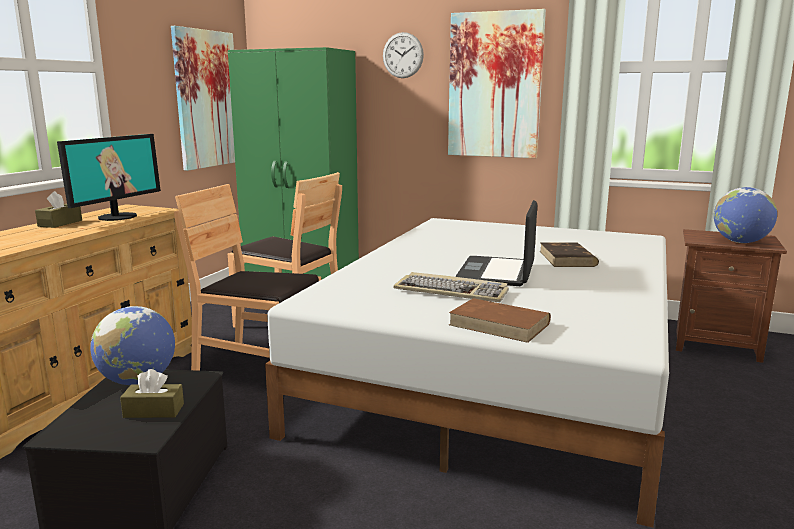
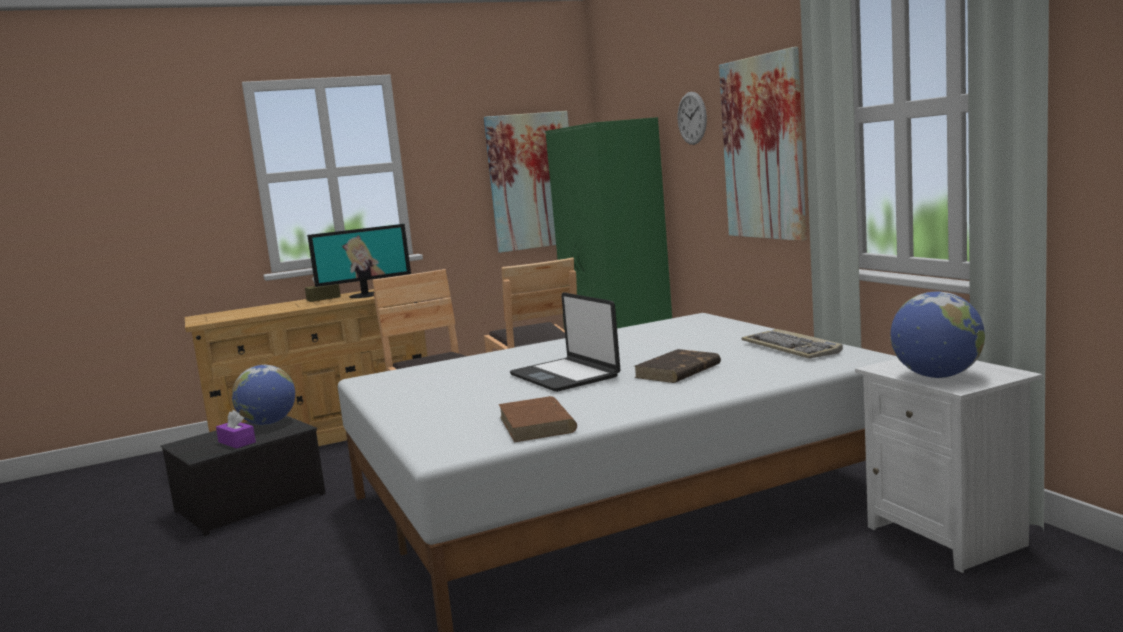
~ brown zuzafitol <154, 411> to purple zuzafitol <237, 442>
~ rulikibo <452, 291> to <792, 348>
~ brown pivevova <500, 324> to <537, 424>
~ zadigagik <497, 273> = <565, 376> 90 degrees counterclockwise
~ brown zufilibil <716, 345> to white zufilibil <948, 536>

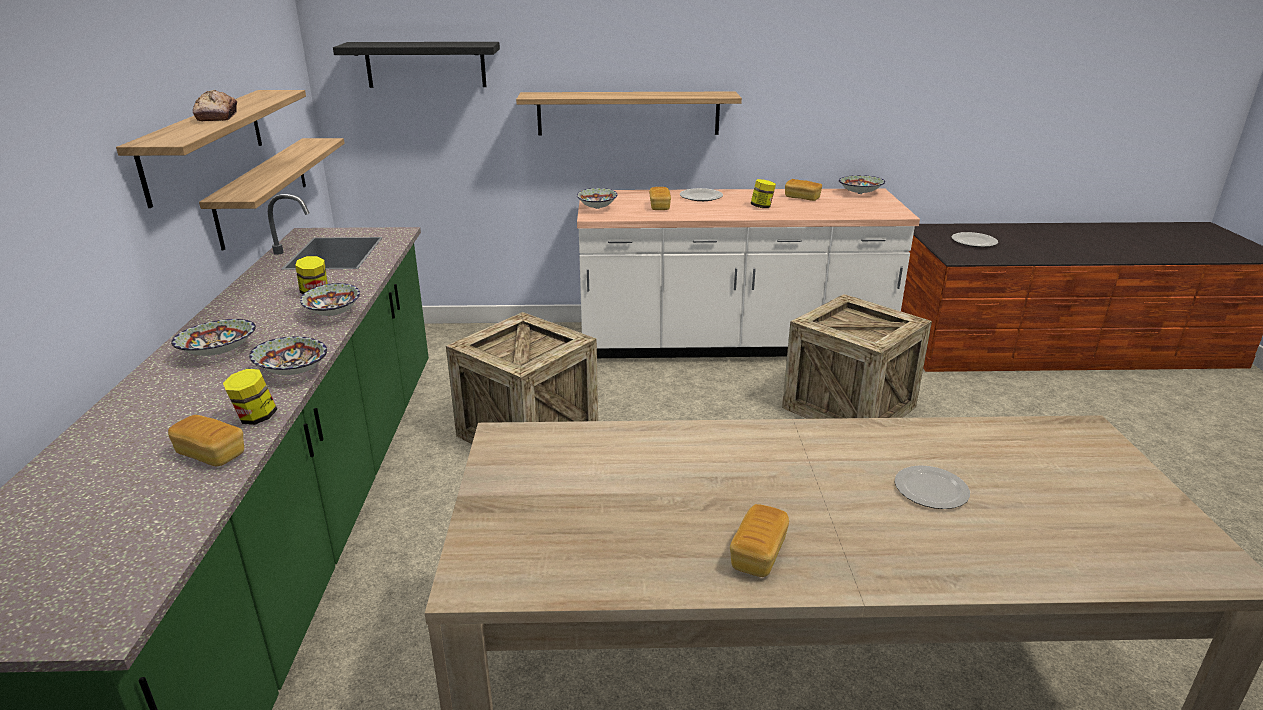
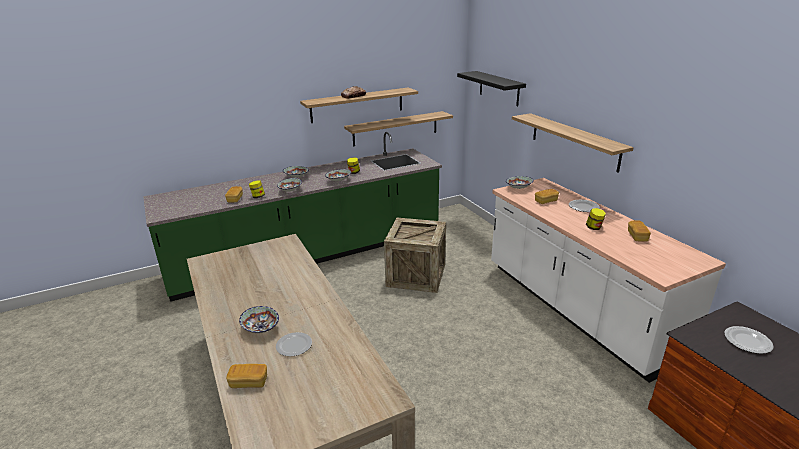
~ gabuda <758, 554> to <249, 382>
- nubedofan <849, 407>
~ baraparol <859, 193> to <261, 328>

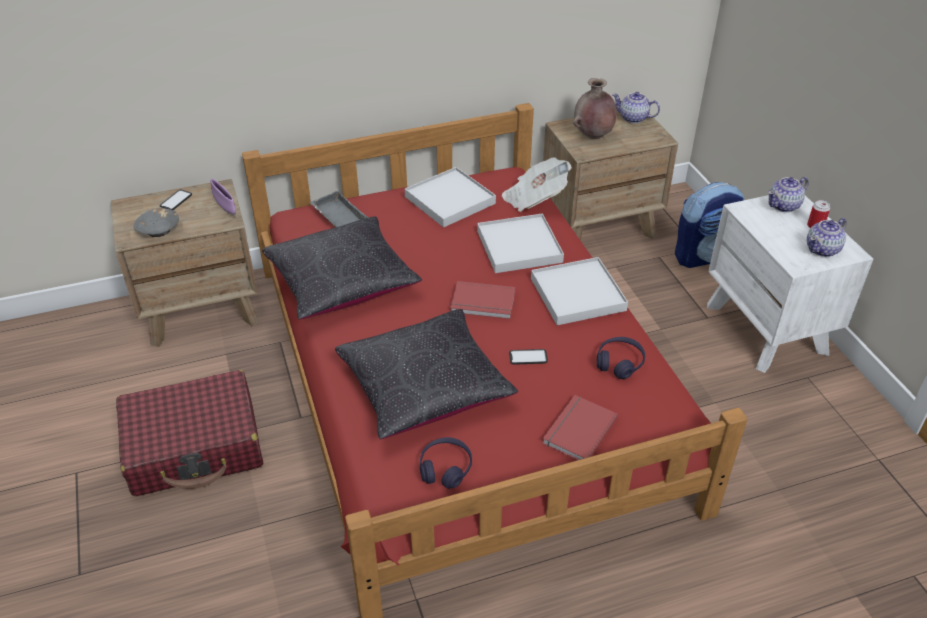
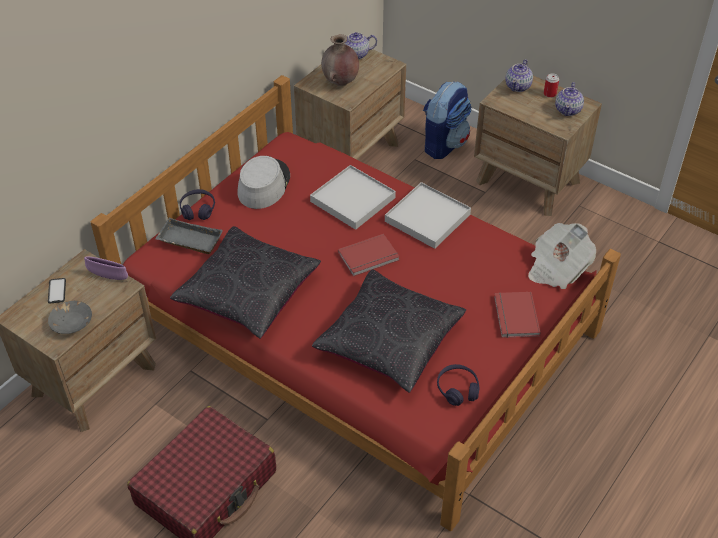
~ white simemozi <449, 200> to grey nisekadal <263, 185>
~ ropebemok <534, 198> to <557, 268>
- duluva <528, 357>
~ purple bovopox <619, 363> to <198, 209>
~ white zufilibil <767, 329> to brown zufilibil <528, 182>

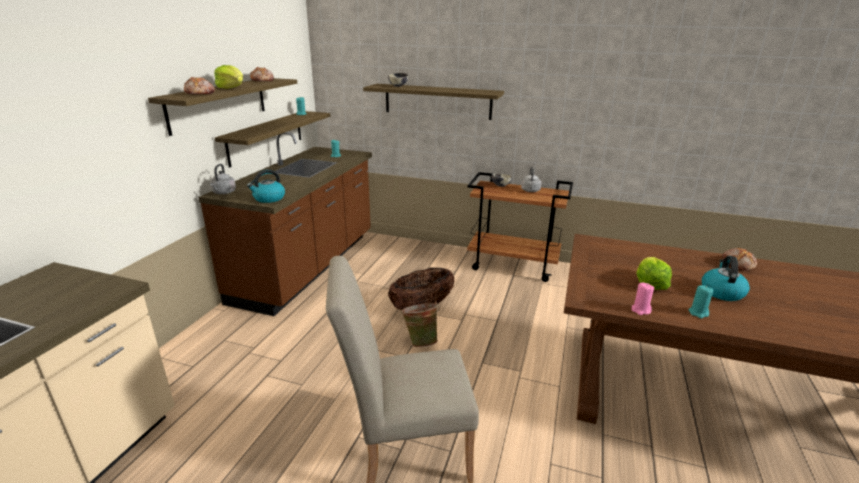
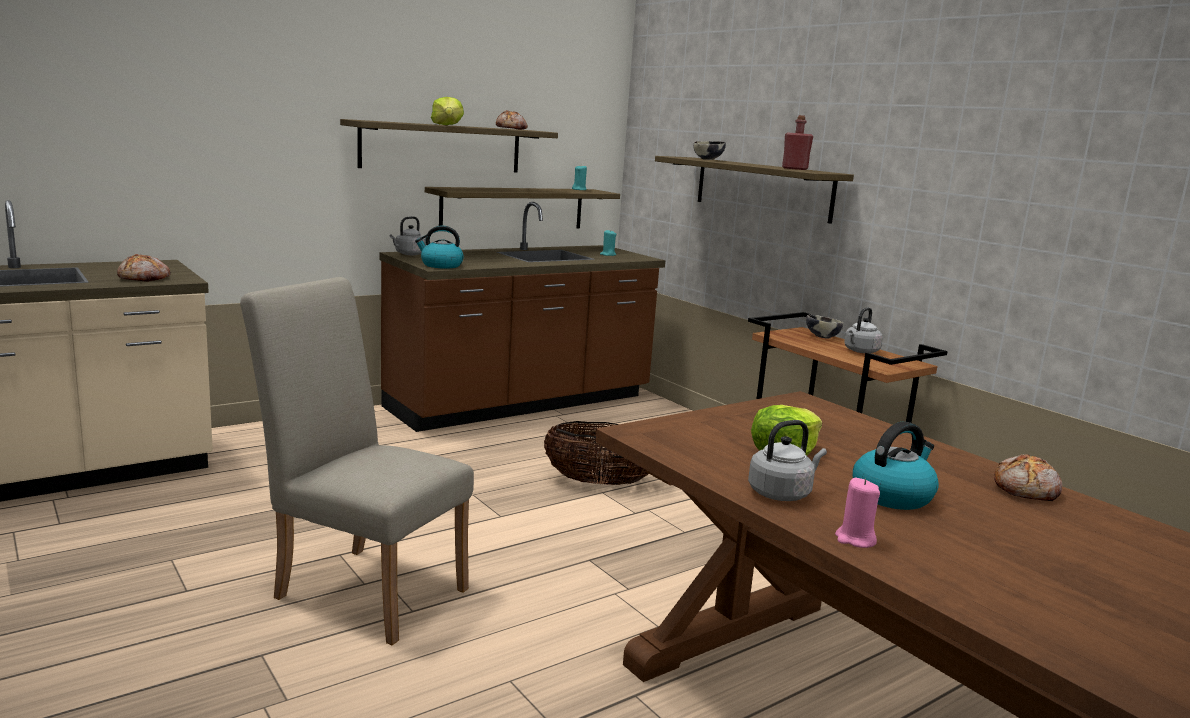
~ gabuda <200, 93> to <145, 278>
- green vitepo <421, 341>
~ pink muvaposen <640, 310> to <855, 539>
~ turquoise muvaposen <698, 313> to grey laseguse <782, 493>
+ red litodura <794, 169>

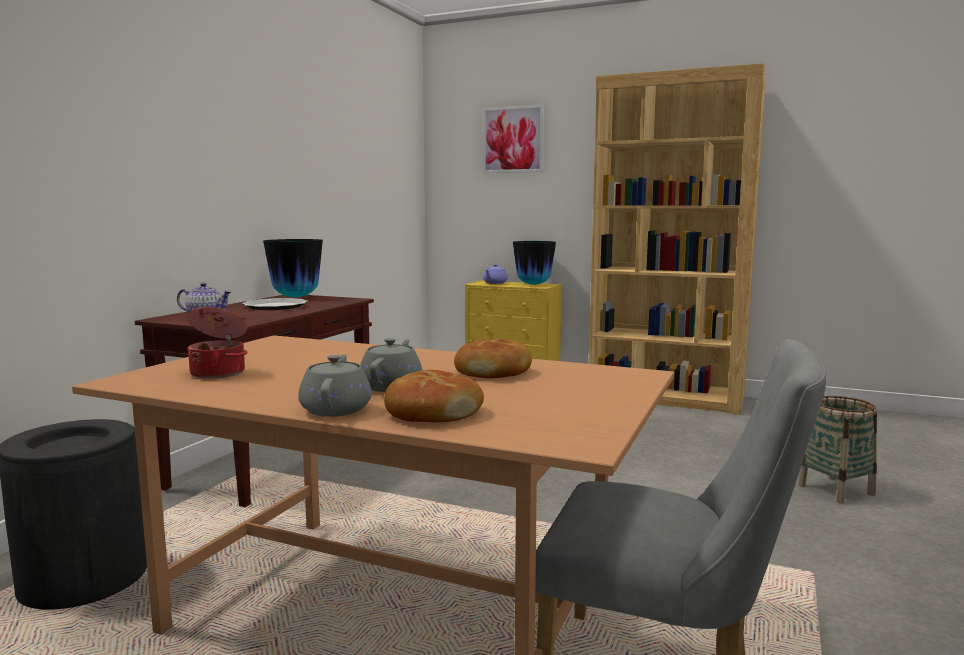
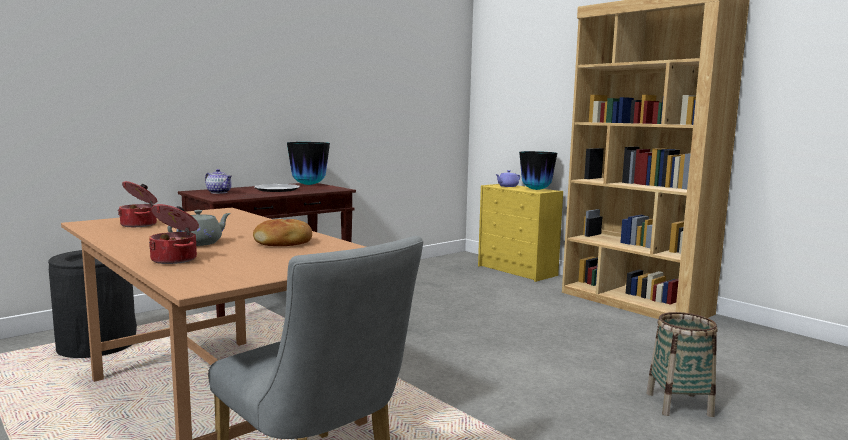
- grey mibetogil <336, 409>
~ gabuda <432, 413> to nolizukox <175, 259>
- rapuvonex <513, 139>

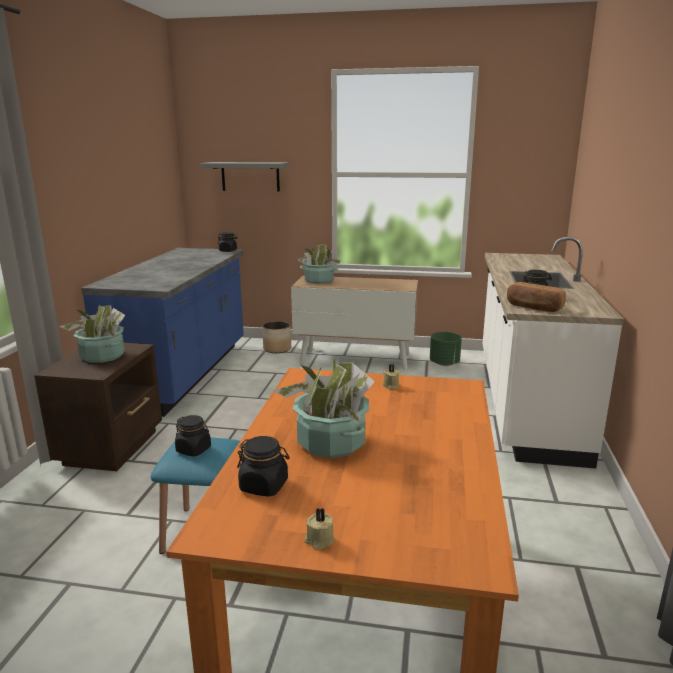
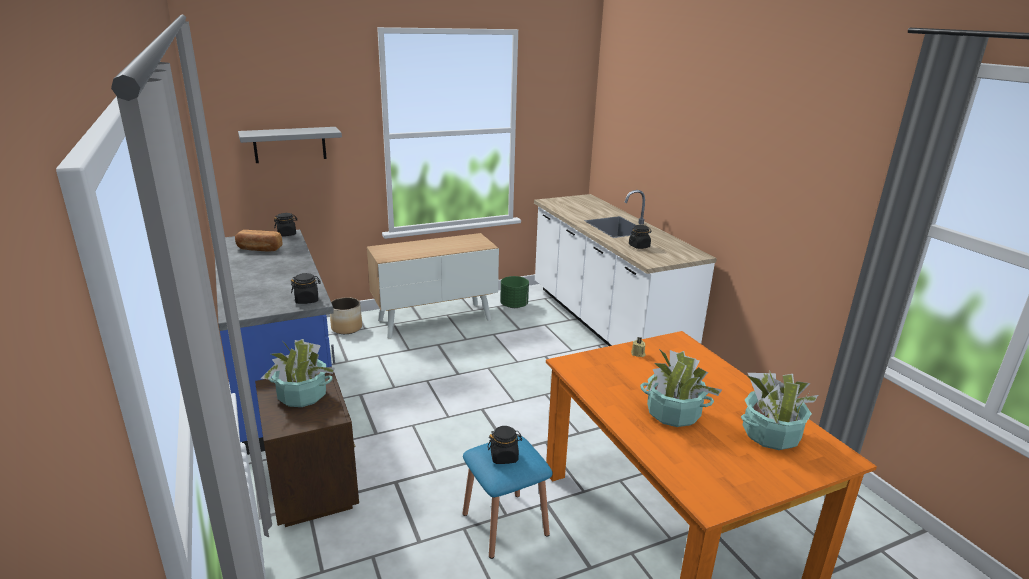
~ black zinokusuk <264, 486> to <307, 300>
~ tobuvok <319, 280> to <770, 435>
- beige muvaposen <319, 540>
~ gabuda <533, 307> to <259, 249>

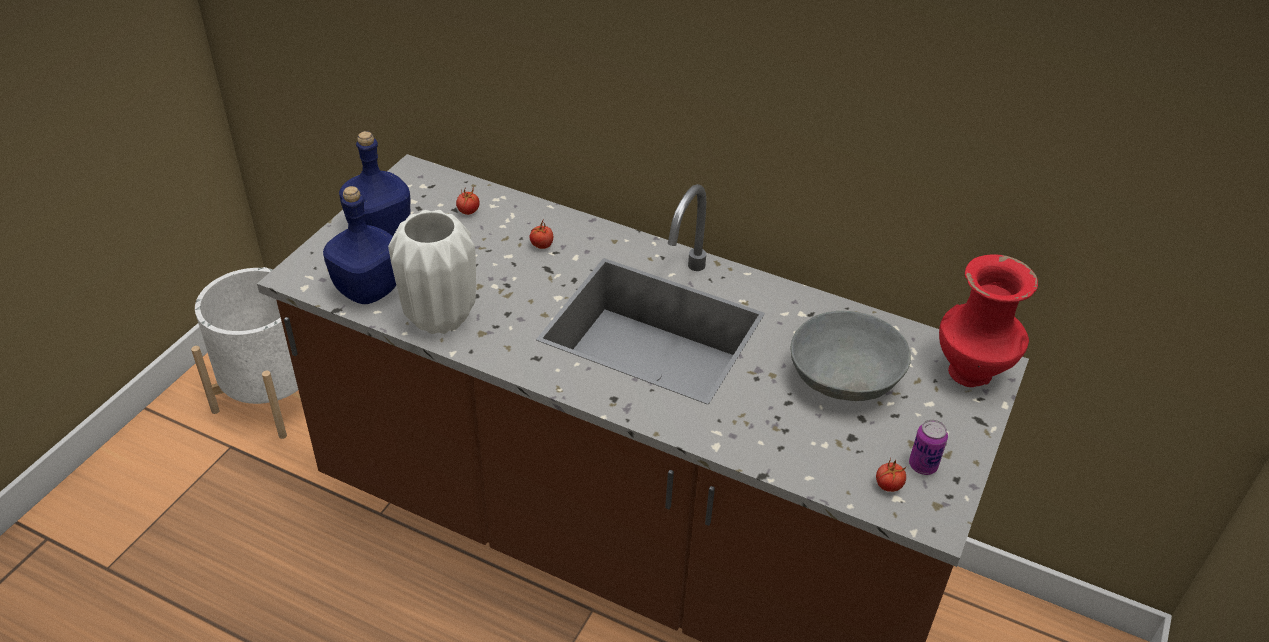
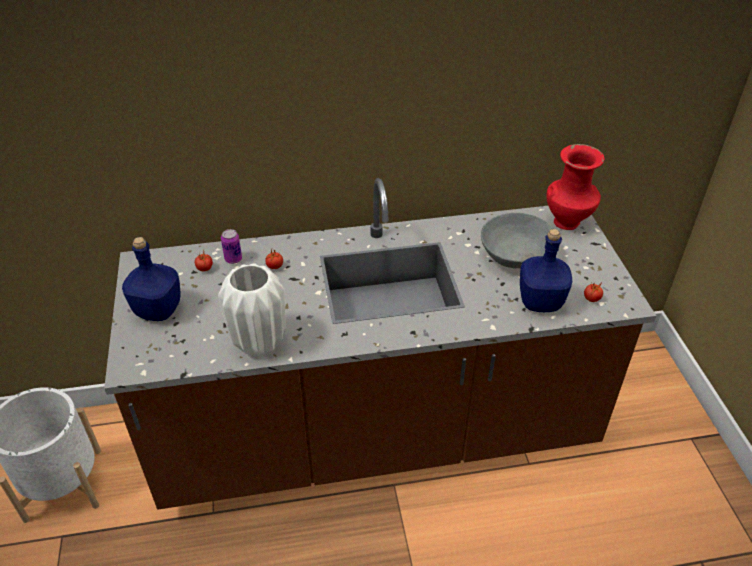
~ blue litodura <369, 289> to <540, 301>
~ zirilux <923, 465> to <233, 259>

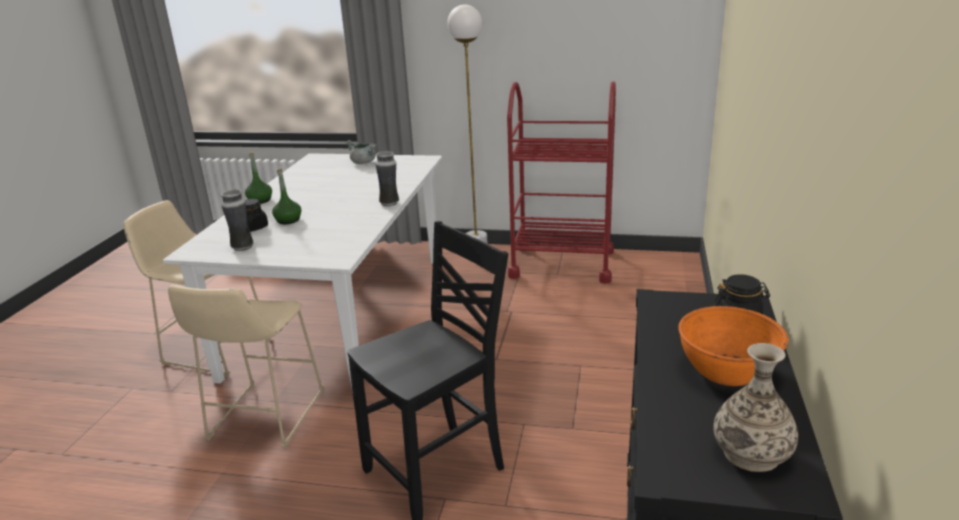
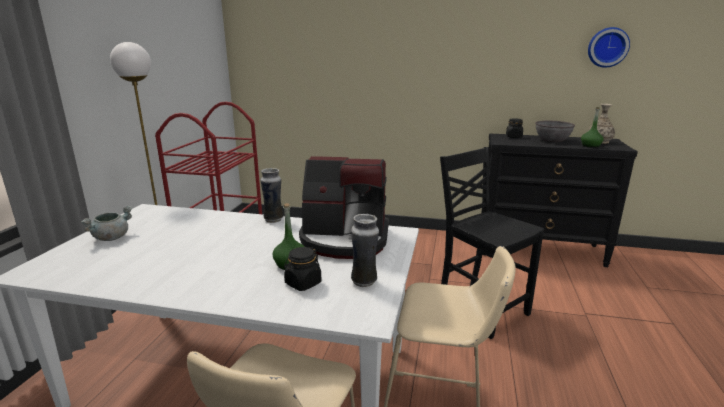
~ green litodura <260, 200> to <590, 146>
~ orange baraparol <727, 370> to grey baraparol <552, 140>
+ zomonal <345, 239>
+ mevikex <607, 47>

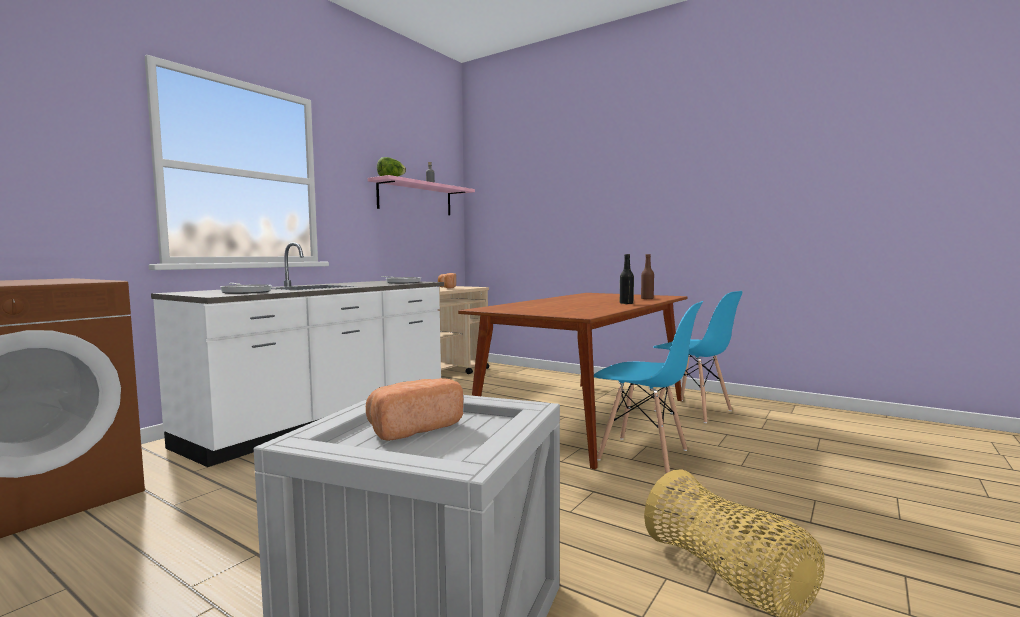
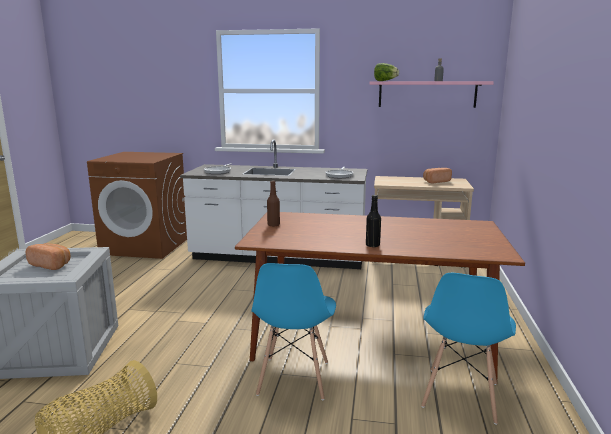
~ brown litodura <647, 299> to <273, 225>

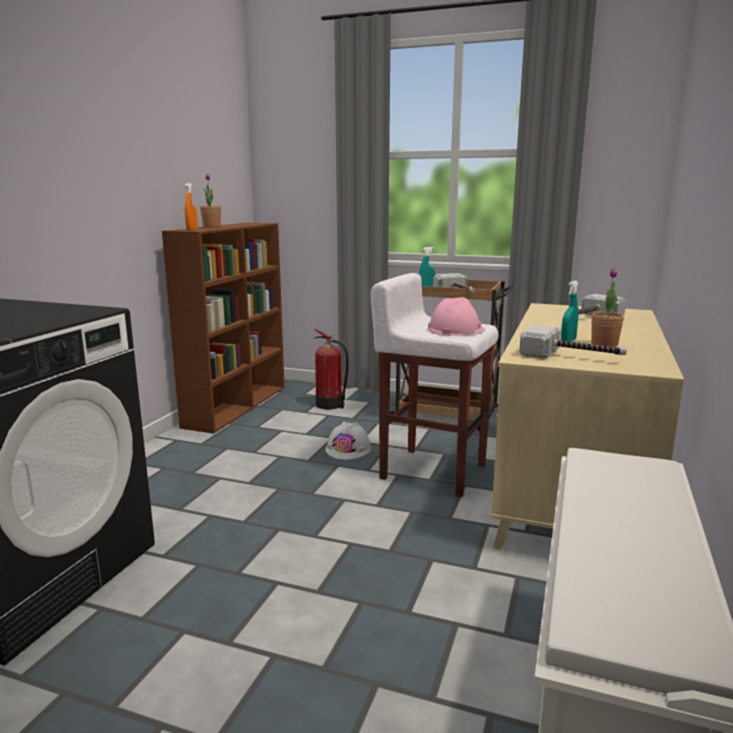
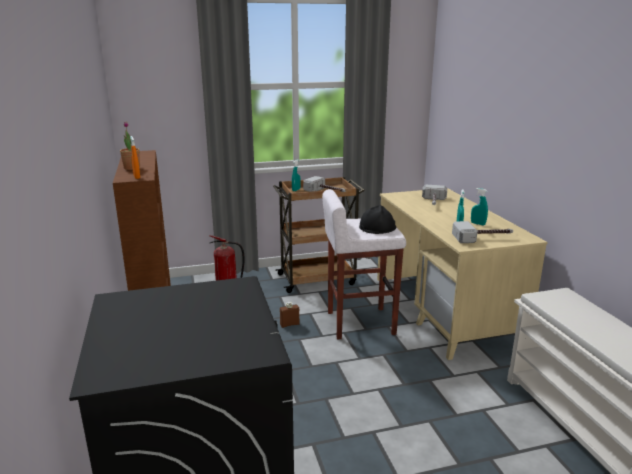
~ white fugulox <348, 449> to brown litodura <289, 324>
~ pink fugulox <456, 330> to black fugulox <377, 227>
~ tobuvok <604, 344> to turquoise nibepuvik <478, 224>

